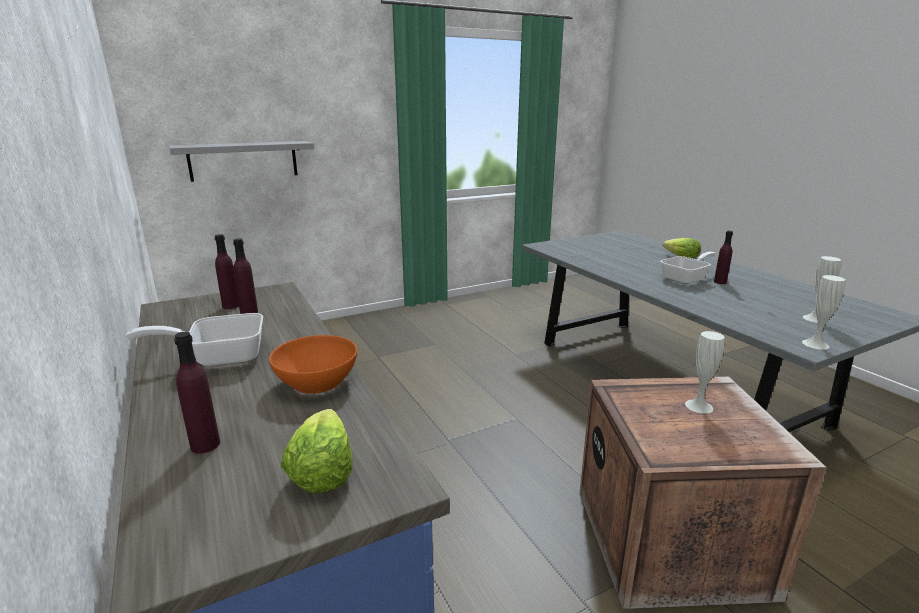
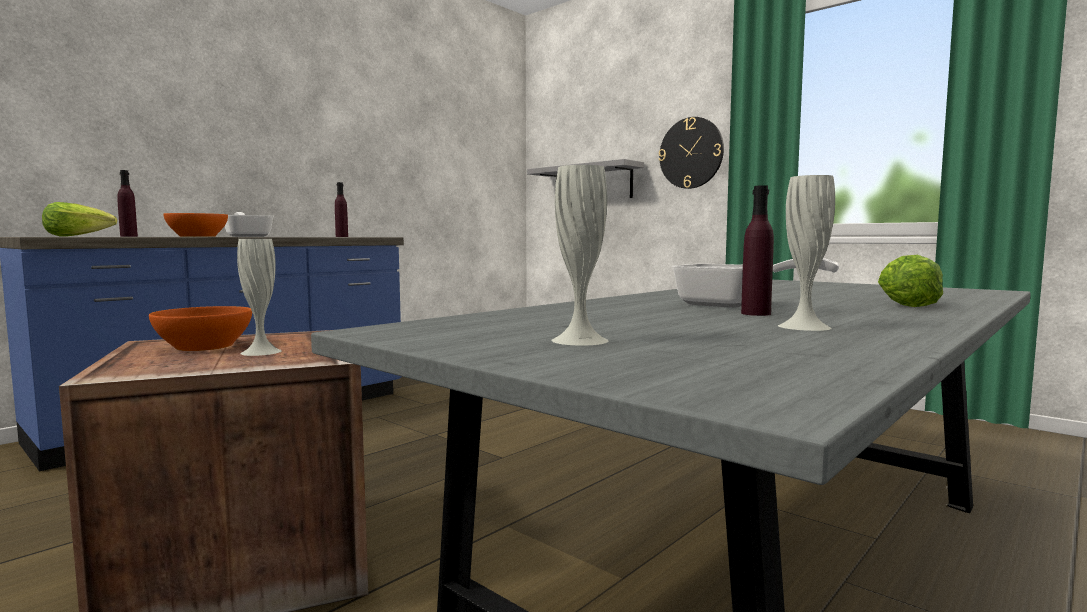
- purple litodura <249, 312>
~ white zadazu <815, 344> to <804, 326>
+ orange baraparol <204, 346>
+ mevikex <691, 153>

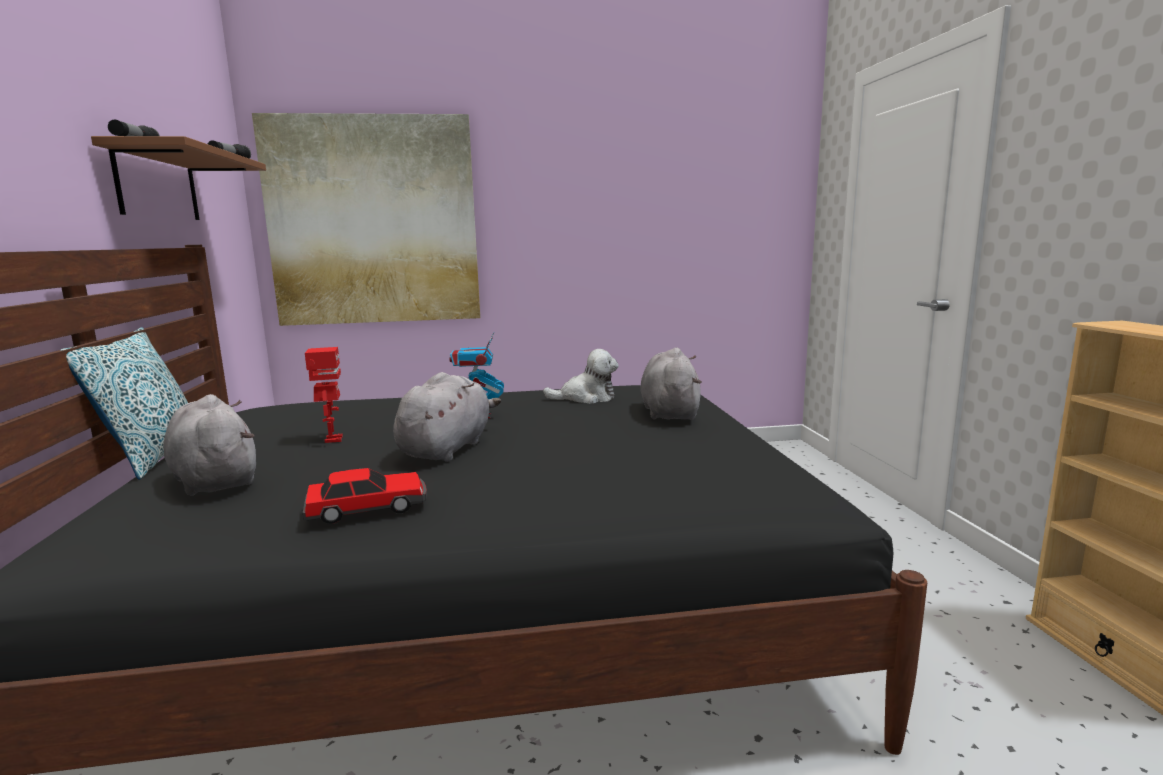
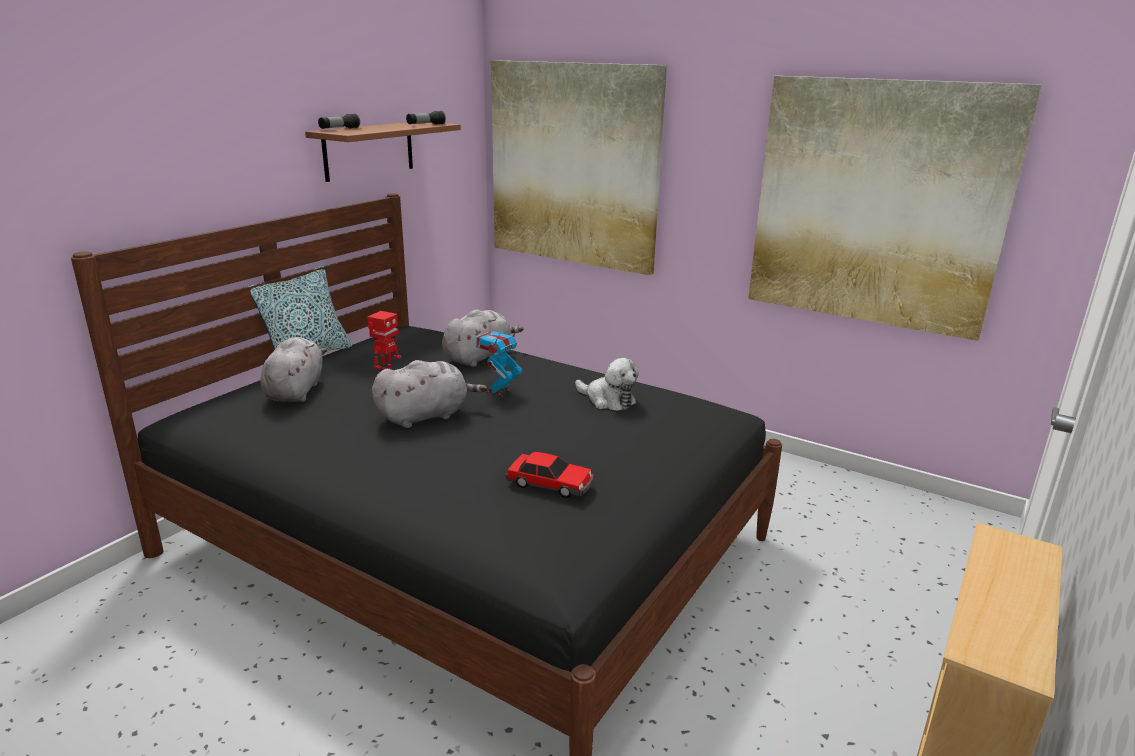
~ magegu <368, 508> to <550, 484>
~ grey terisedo <669, 412> to <479, 357>
+ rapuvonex <877, 204>

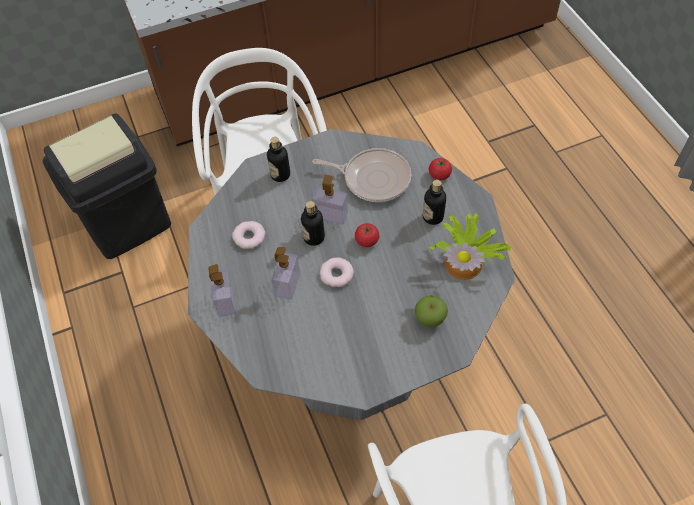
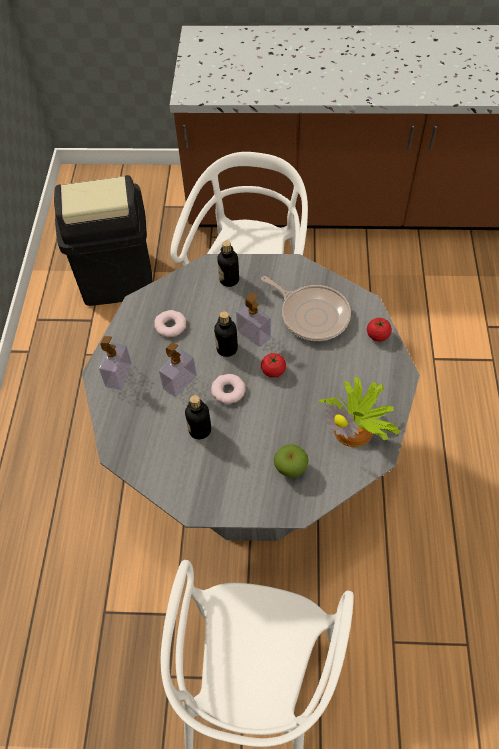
~ litodura <433, 217> to <200, 430>

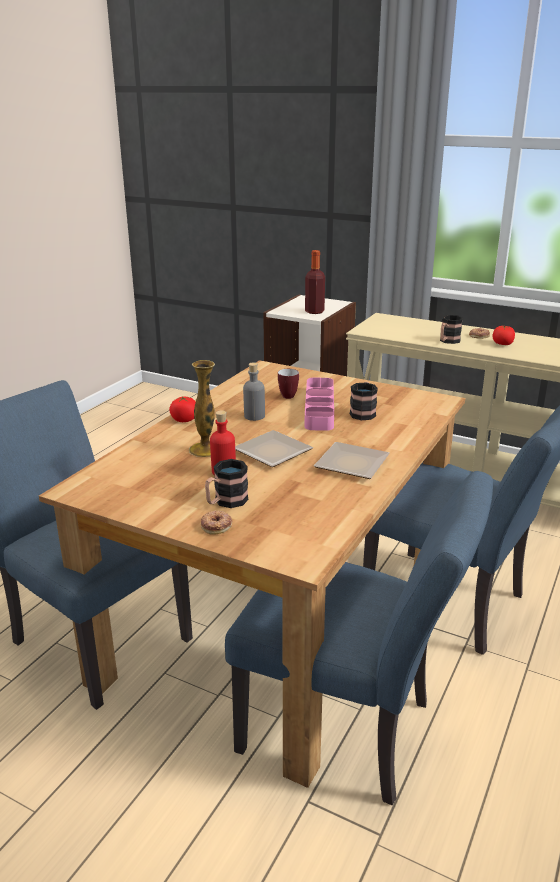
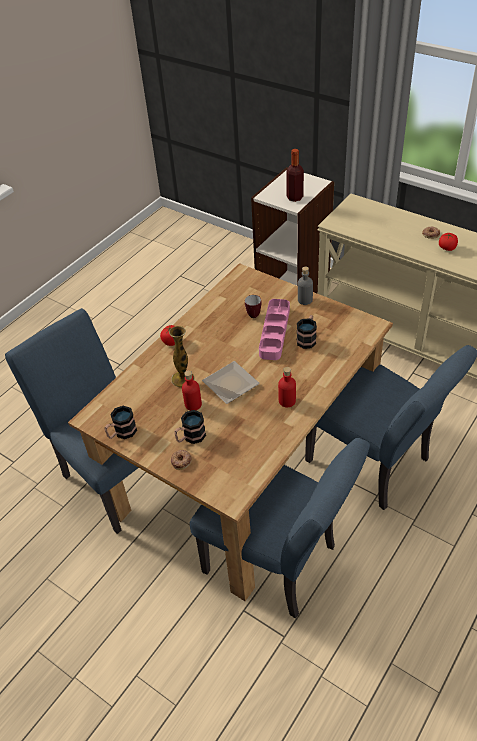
~ grey litodura <254, 416> to <305, 300>
~ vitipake <354, 463> to red litodura <287, 401>
~ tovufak <447, 341> to <122, 433>

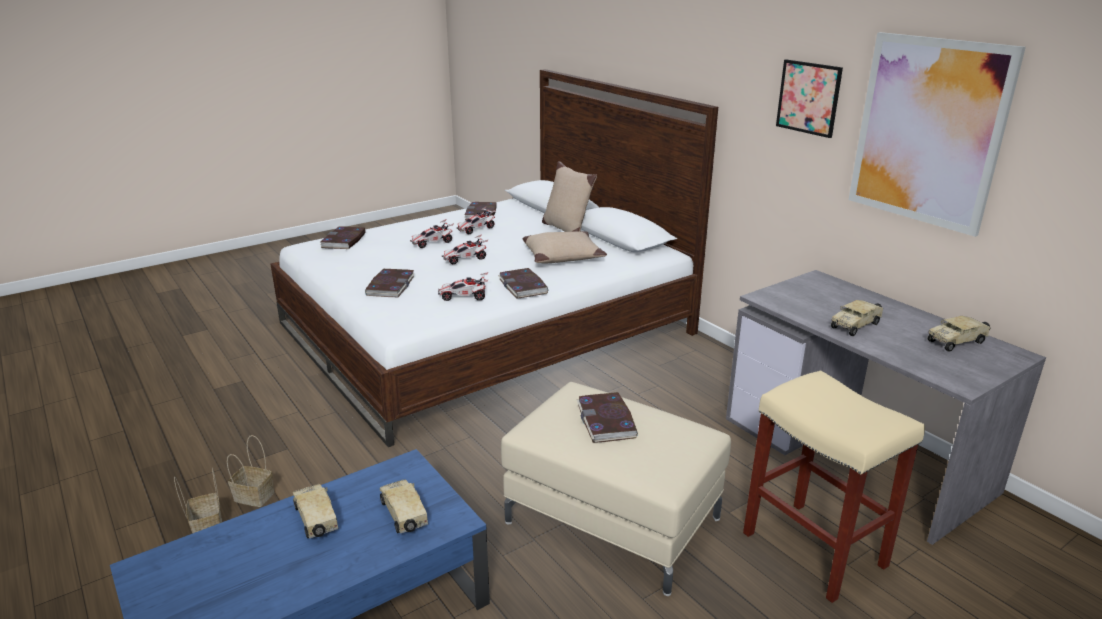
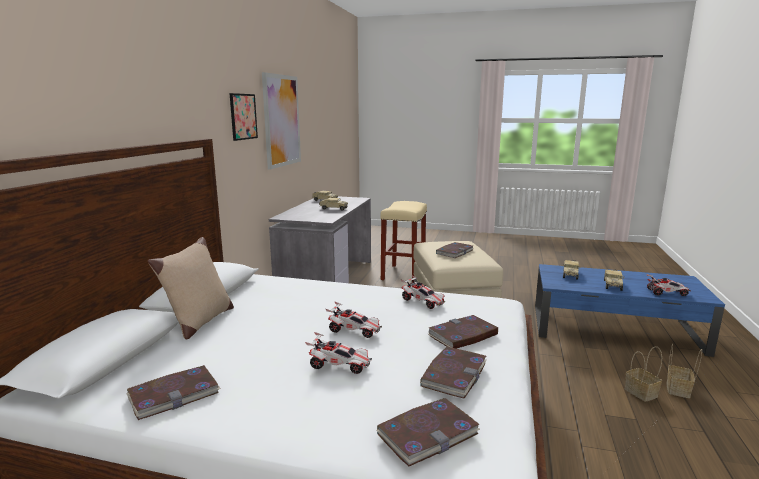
~ magegu <476, 229> to <666, 293>
~ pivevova <523, 286> to <453, 374>
- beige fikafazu <562, 256>

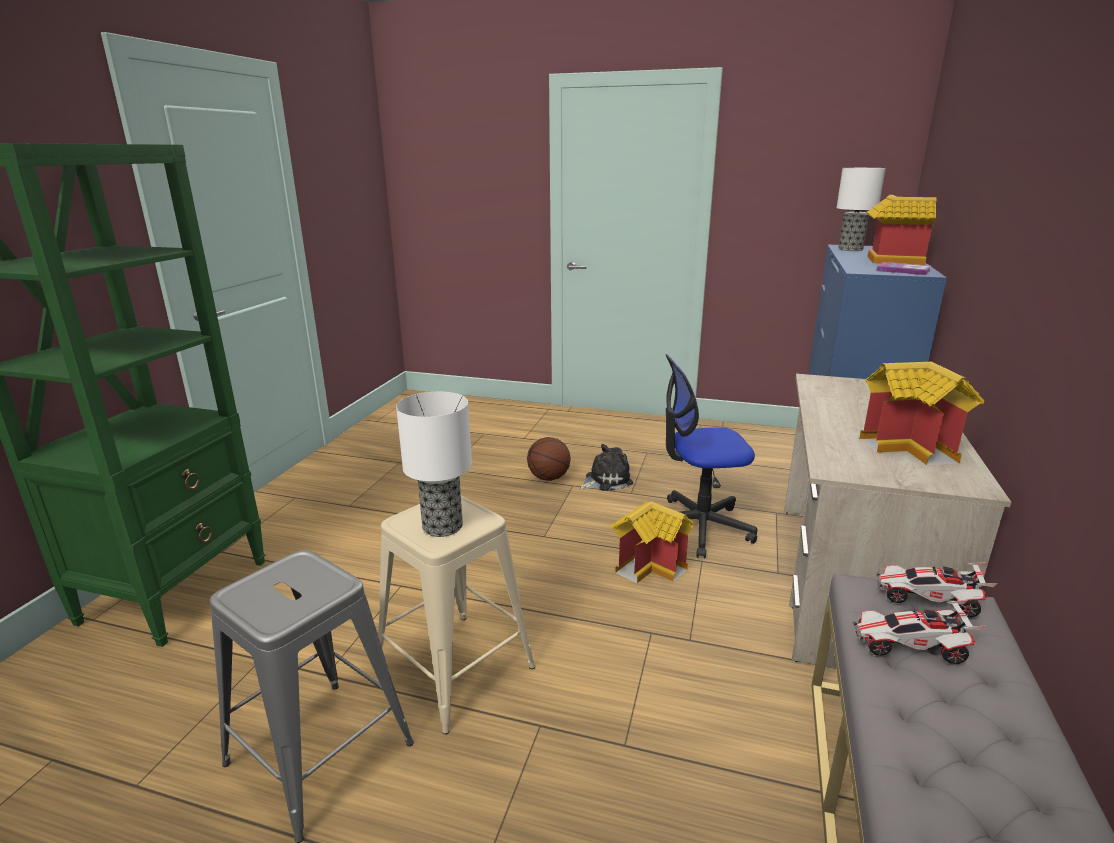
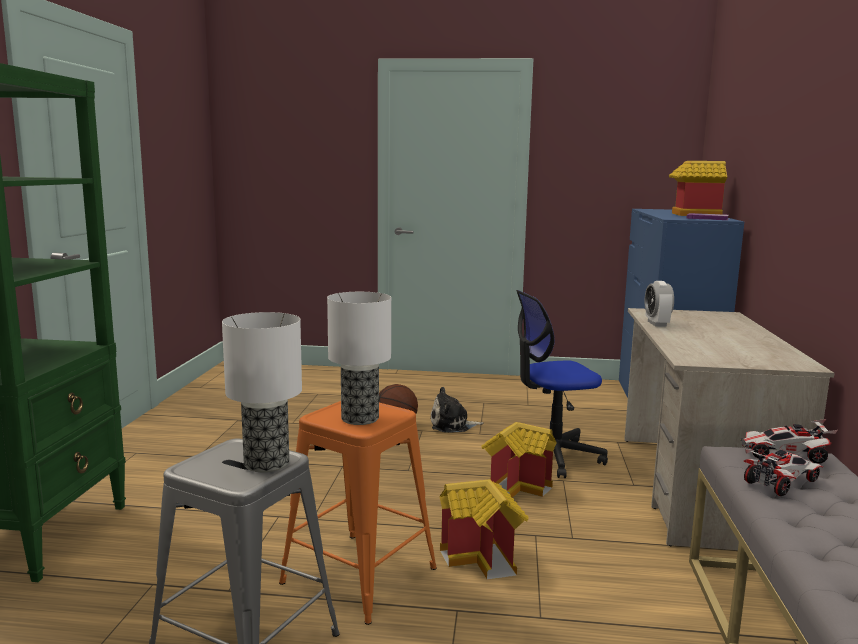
~ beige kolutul <456, 669> to orange kolutul <359, 575>
~ terisedo <605, 480> = <452, 425> 150 degrees counterclockwise
~ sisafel <851, 249> to <268, 463>
~ magegu <909, 646> = <781, 482> 150 degrees clockwise
~ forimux <912, 447> to <483, 558>
+ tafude <657, 323>

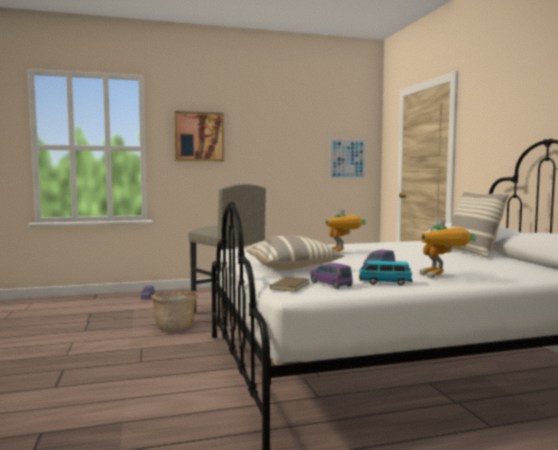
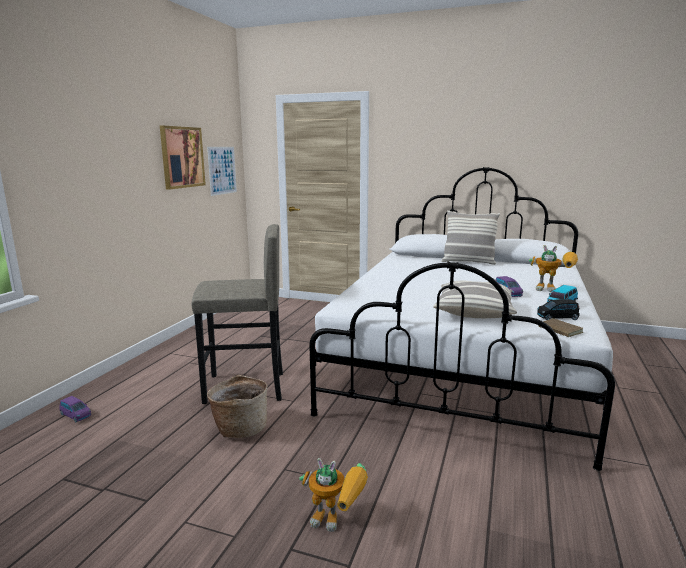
~ rapuvonex <199, 136> to <182, 157>
~ purple magegu <330, 284> to black magegu <557, 317>
~ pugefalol <342, 253> to <337, 521>

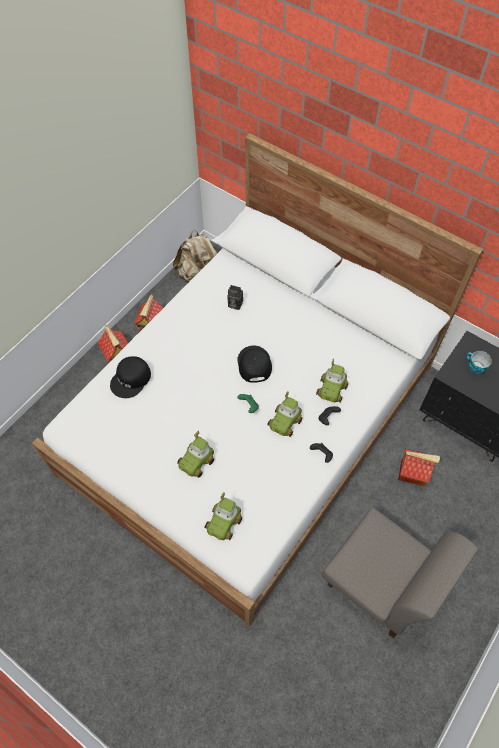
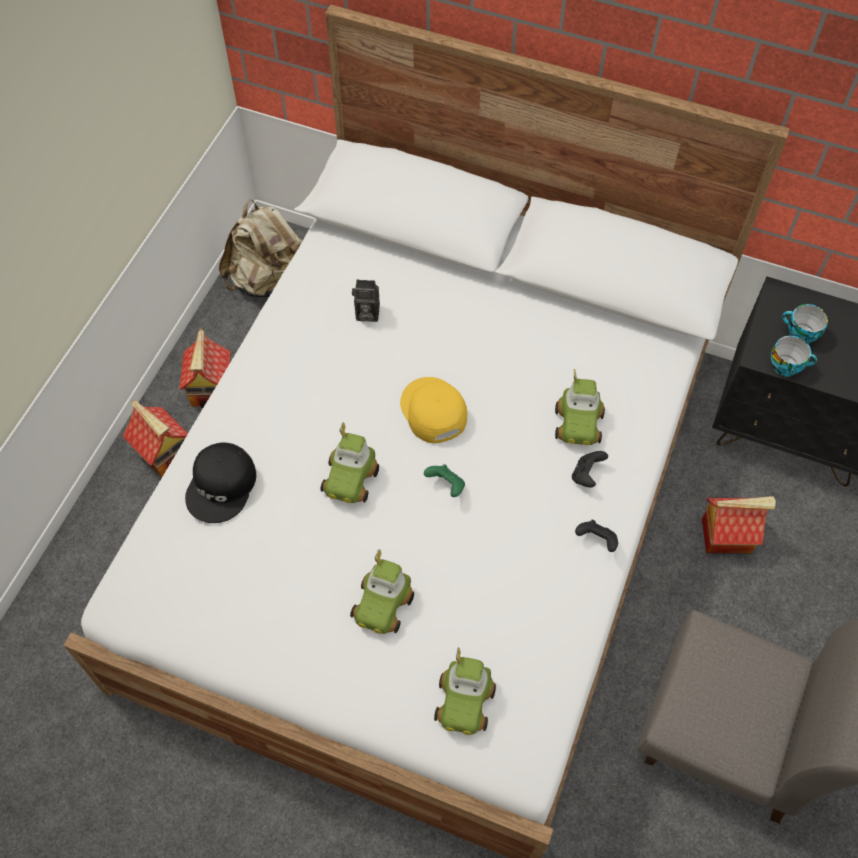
~ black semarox <253, 365> to yellow semarox <432, 411>
~ magegu <285, 422> to <351, 479>
+ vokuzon <787, 365>

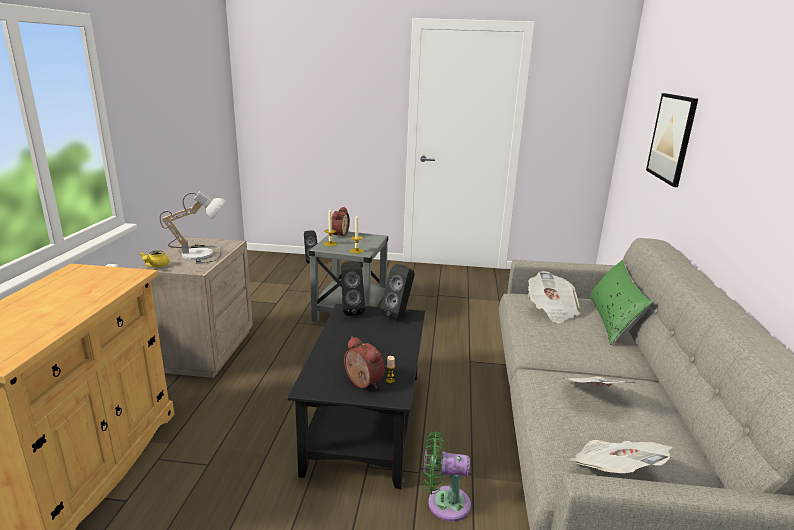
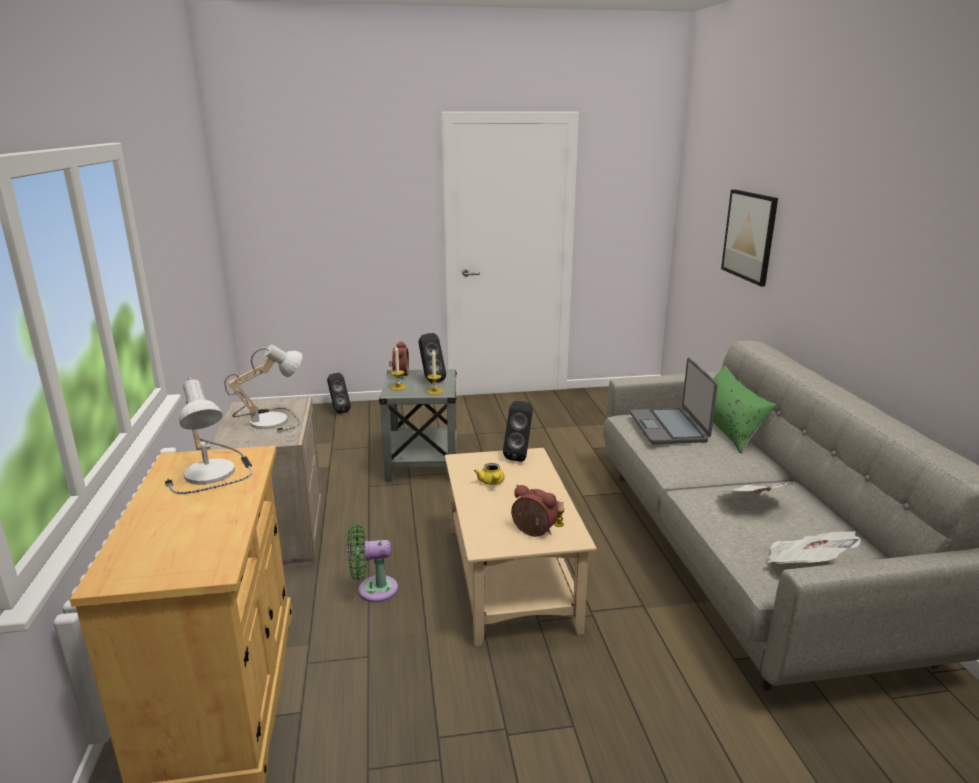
~ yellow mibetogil <155, 266> to <491, 482>
~ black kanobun <366, 422> to beige kanobun <511, 577>
~ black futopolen <350, 311> to <430, 380>
~ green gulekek <444, 503> to <373, 590>
~ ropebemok <551, 310> to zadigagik <669, 427>
+ sisafel <215, 473>

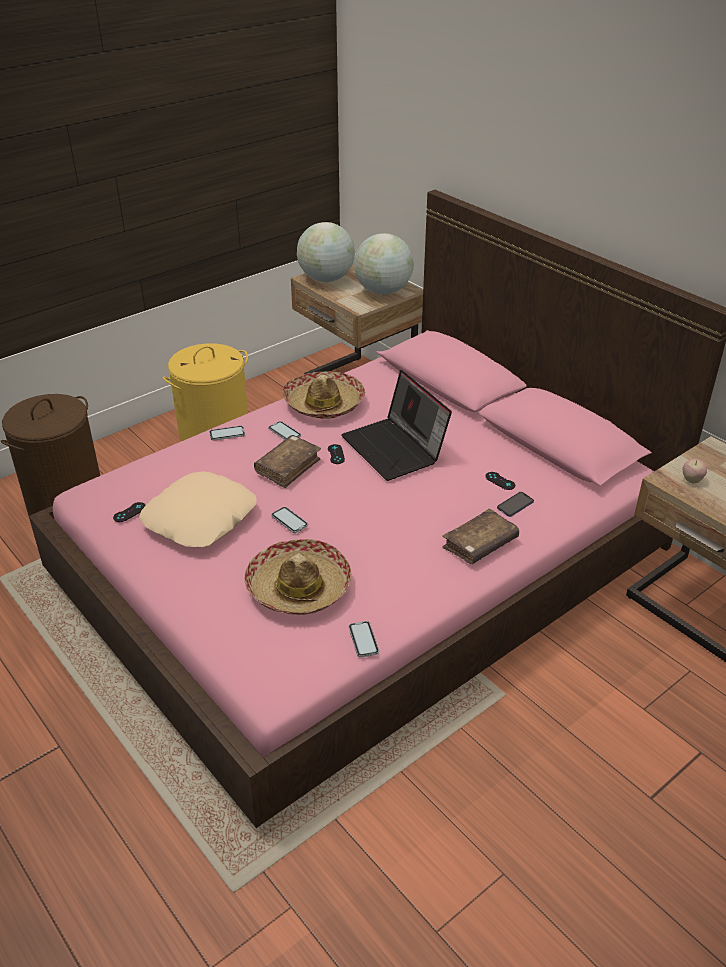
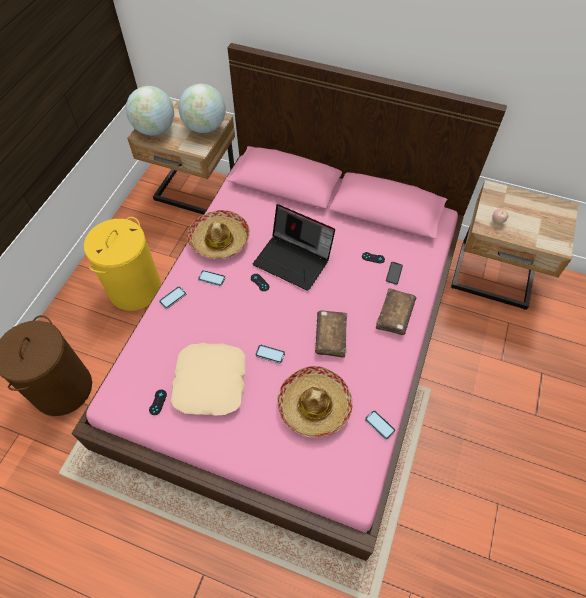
~ brown pivevova <288, 467> to <330, 336>

